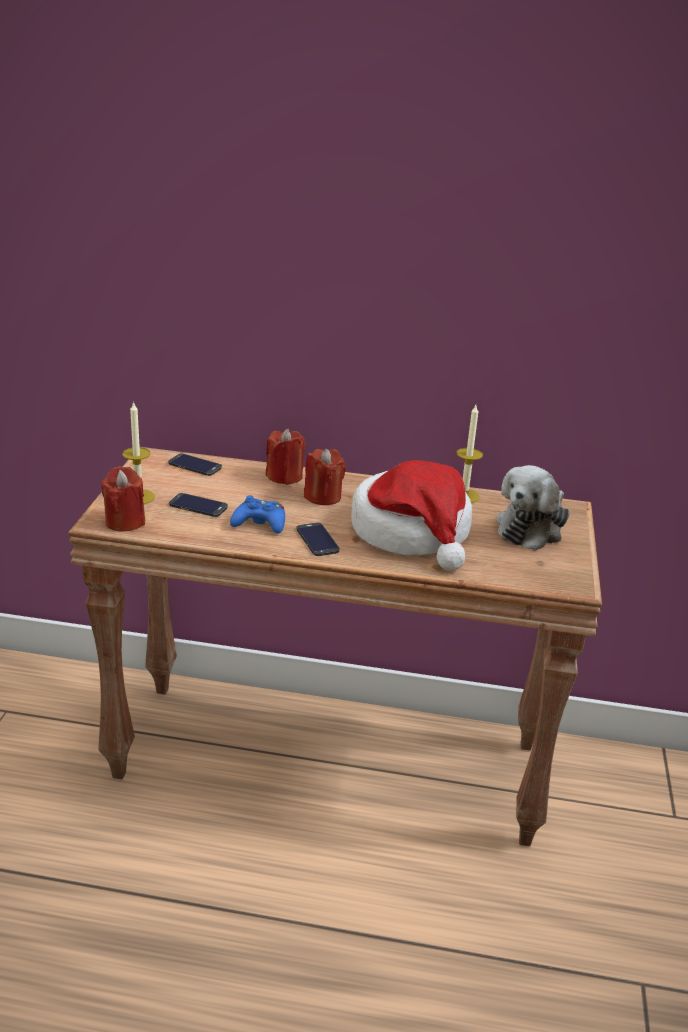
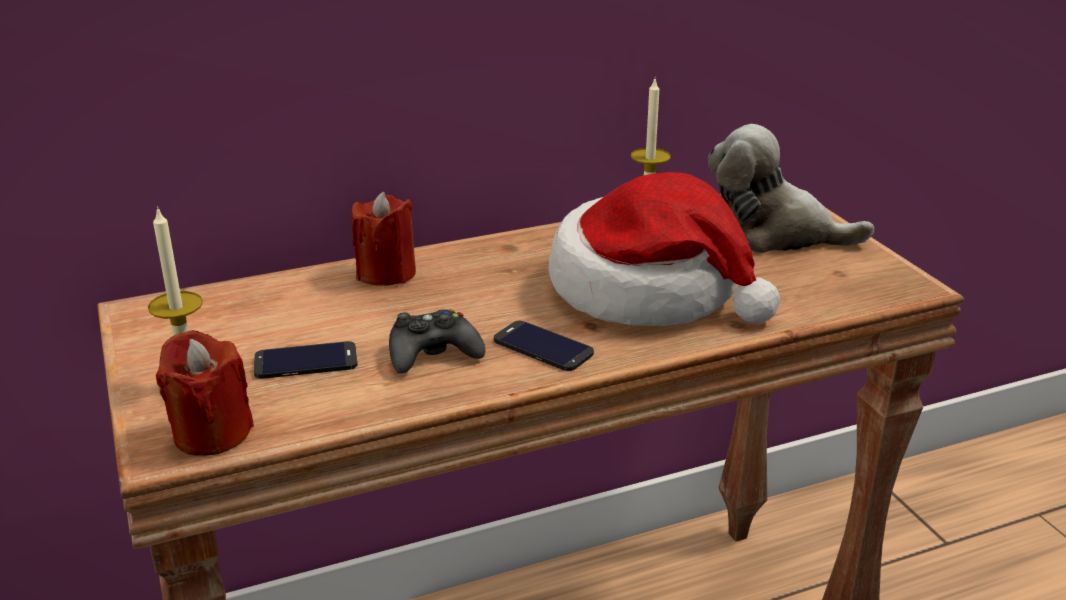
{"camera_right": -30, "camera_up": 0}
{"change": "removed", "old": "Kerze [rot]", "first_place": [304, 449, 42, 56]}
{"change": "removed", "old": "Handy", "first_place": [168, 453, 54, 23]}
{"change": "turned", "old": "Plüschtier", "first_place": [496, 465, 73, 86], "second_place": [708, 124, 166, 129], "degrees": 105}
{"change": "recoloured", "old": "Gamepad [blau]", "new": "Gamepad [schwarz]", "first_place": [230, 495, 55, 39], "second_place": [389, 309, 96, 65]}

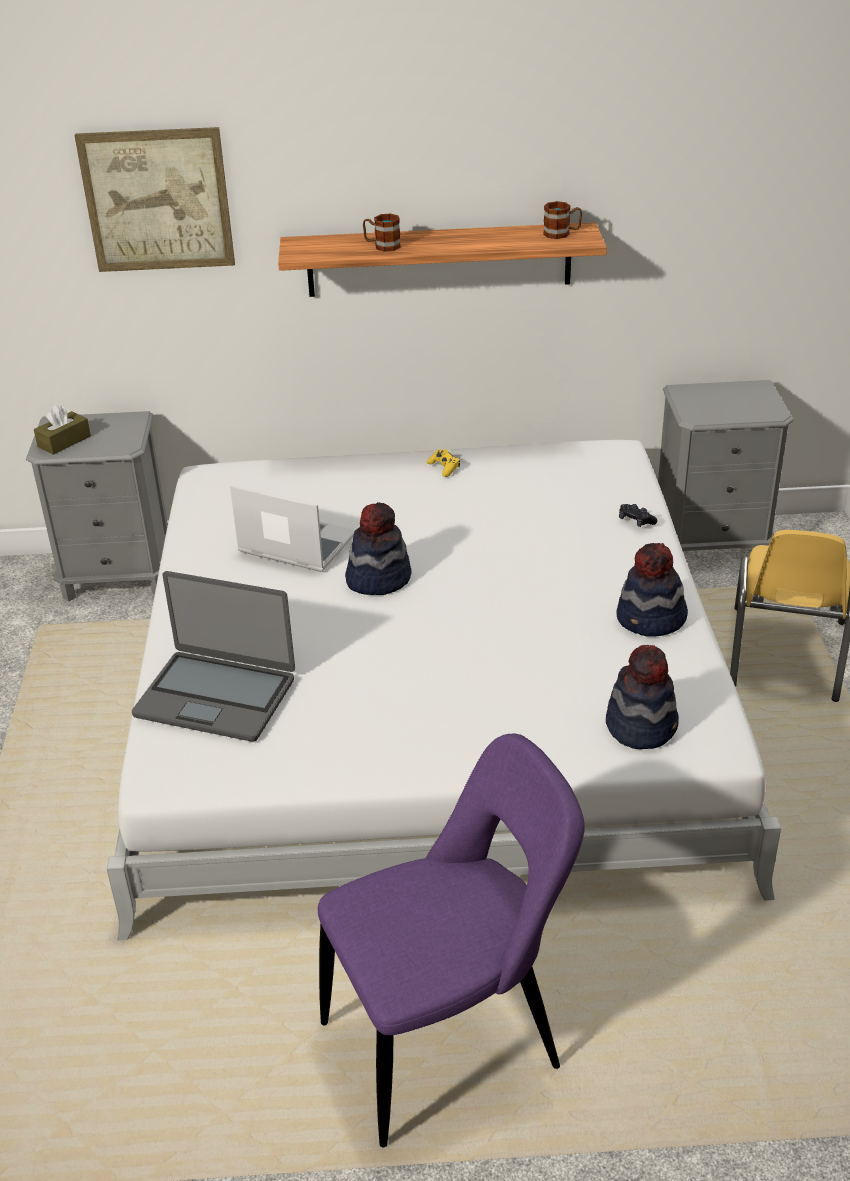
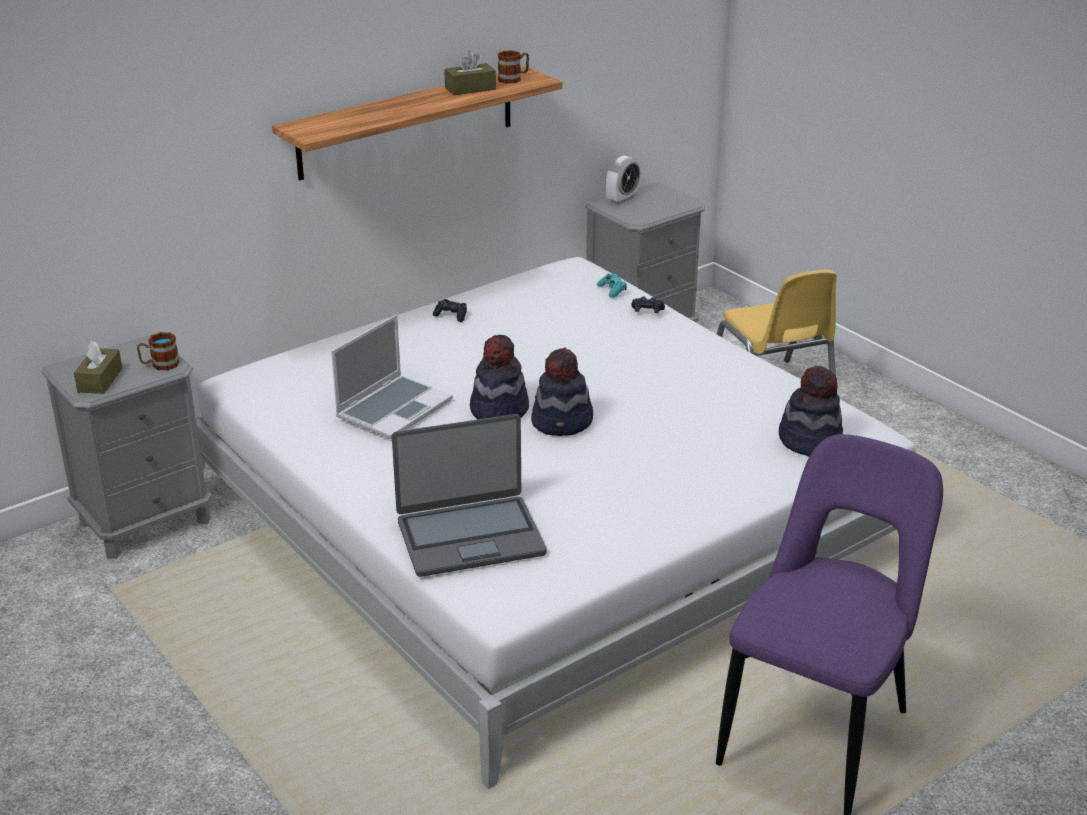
{"camera_right": -35, "camera_up": -5}
{"change": "removed", "old": "Bild", "first_place": [74, 127, 161, 145]}
{"change": "moved", "old": "Henkelbecher", "first_place": [363, 214, 38, 38], "second_place": [137, 332, 42, 38]}
{"change": "recoloured", "old": "Gamepad [gelb]", "new": "Gamepad [schwarz]", "first_place": [427, 449, 33, 28], "second_place": [433, 299, 34, 23]}
{"change": "turned", "old": "Laptop", "first_place": [230, 484, 125, 88], "second_place": [331, 315, 122, 124], "degrees": 135}
{"change": "moved", "old": "Hut", "first_place": [616, 543, 72, 94], "second_place": [531, 347, 62, 89]}
{"change": "added", "new": "Taschentuchbox [braun]", "second_place": [444, 51, 52, 44]}
{"change": "added", "new": "Wecker", "second_place": [605, 156, 35, 48]}
{"change": "added", "new": "Gamepad [türkis]", "second_place": [597, 274, 30, 24]}

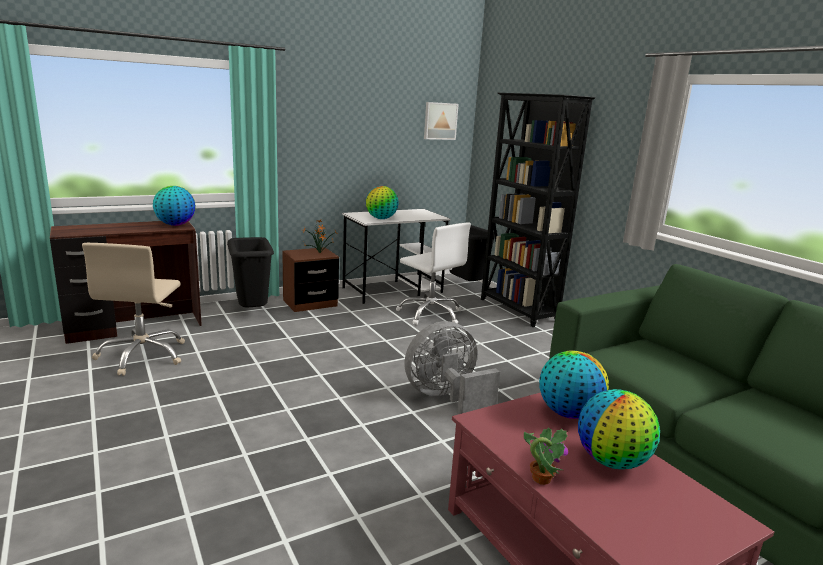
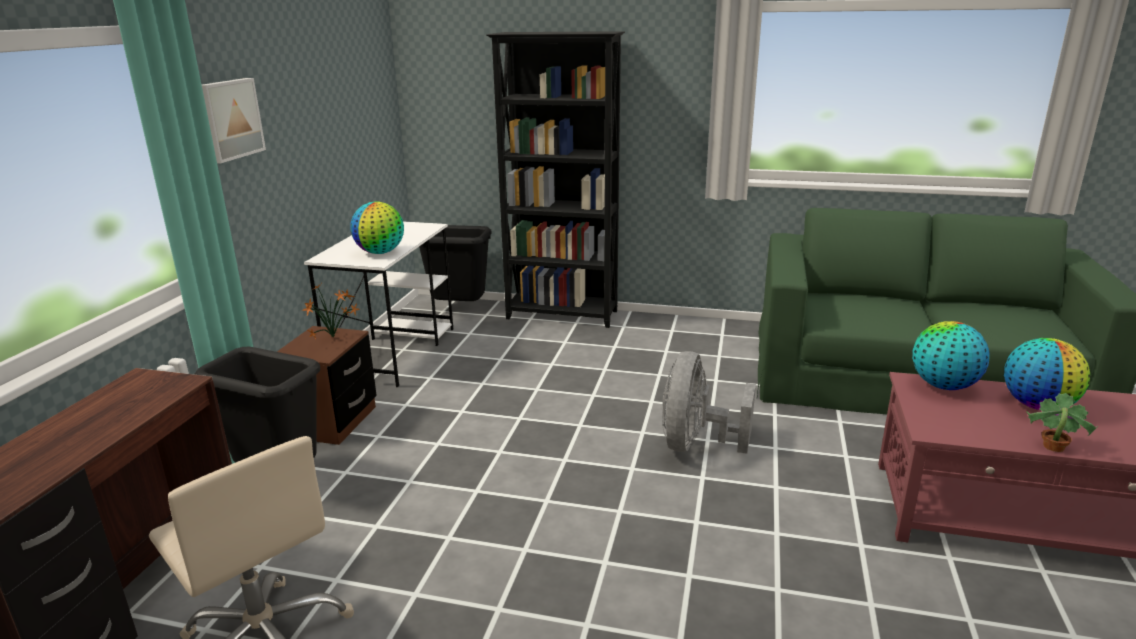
{"camera_right": -45, "camera_up": 5}
{"change": "moved", "old": "Bild", "first_place": [424, 102, 35, 38], "second_place": [202, 78, 64, 85]}
{"change": "removed", "old": "Globus", "first_place": [153, 186, 43, 40]}
{"change": "removed", "old": "Bürostuhl [weiß]", "first_place": [396, 222, 75, 103]}

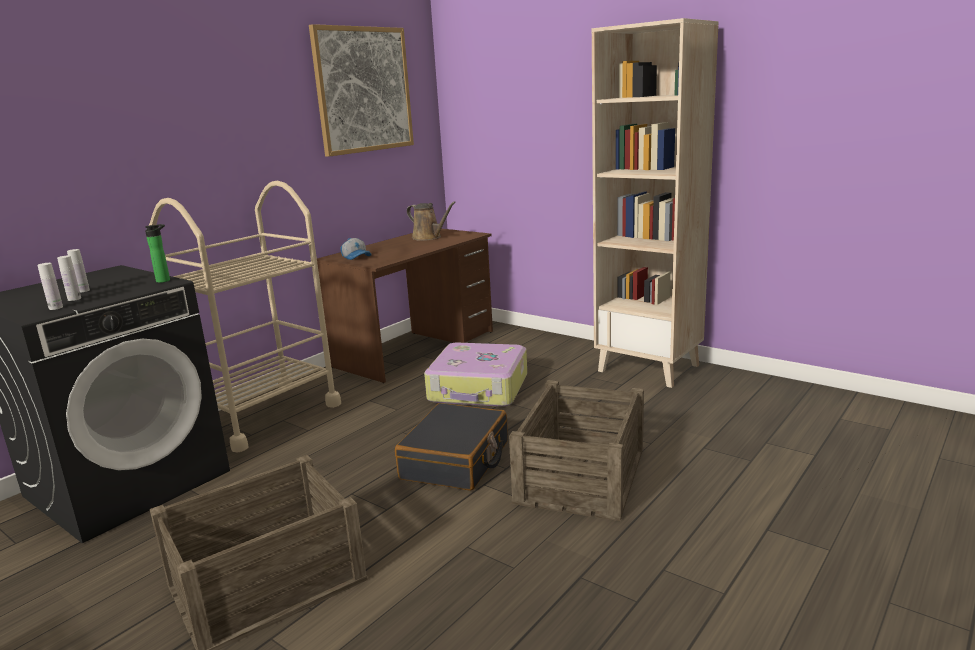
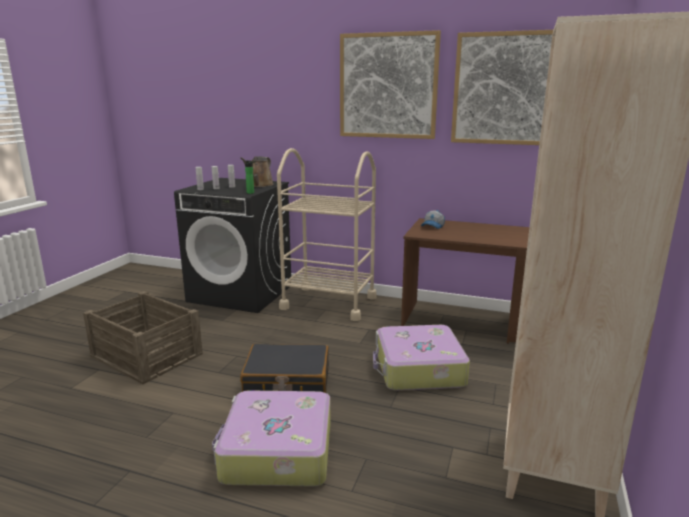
{"camera_right": 70, "camera_up": 0}
{"change": "moved", "old": "Gießkanne [braun]", "first_place": [407, 201, 49, 40], "second_place": [240, 156, 34, 31]}
{"change": "replaced", "old": "Kiste", "new": "Koffer", "first_place": [509, 380, 135, 141], "second_place": [212, 390, 119, 97]}
{"change": "added", "new": "Bild", "second_place": [340, 30, 101, 109]}

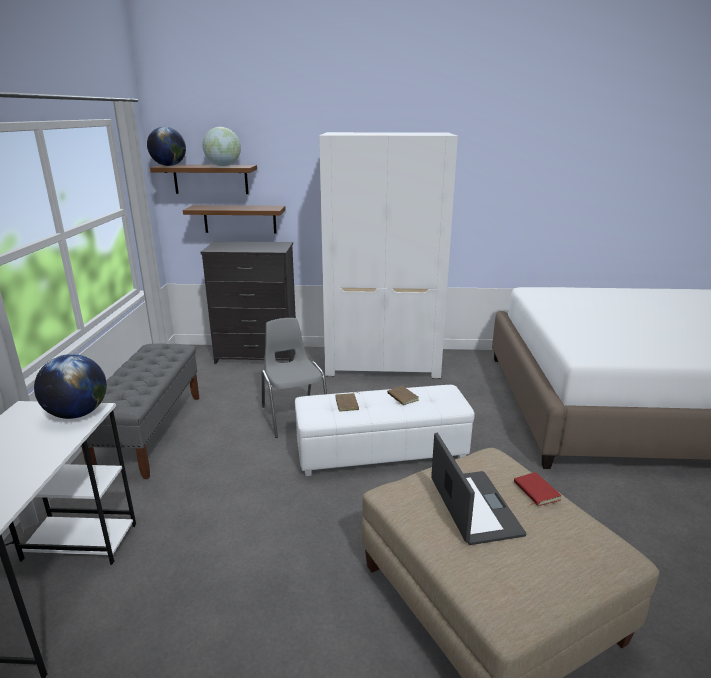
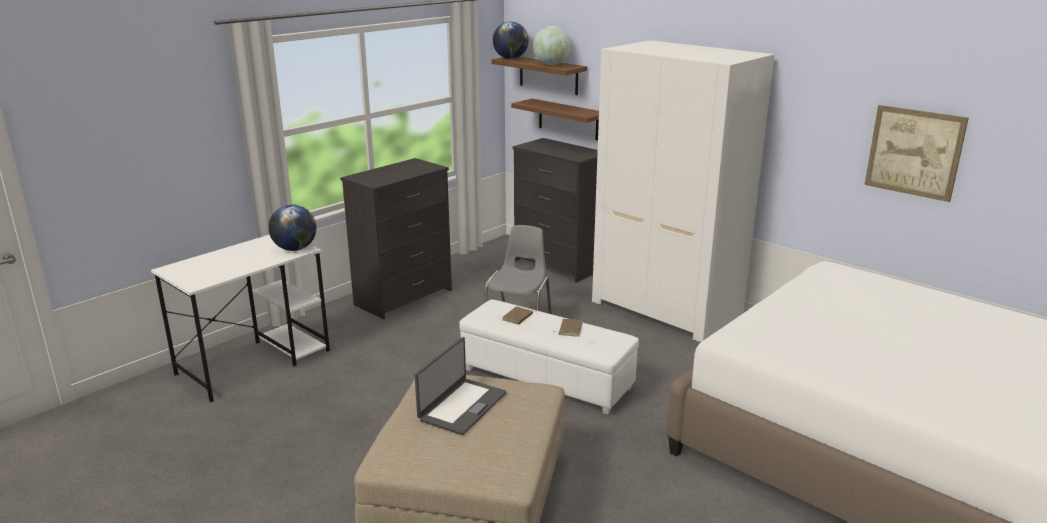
{"camera_right": 40, "camera_up": 0}
{"change": "replaced", "old": "Bank [grau]", "new": "Kommode [schwarz]", "first_place": [80, 343, 119, 136], "second_place": [340, 158, 112, 162]}
{"change": "removed", "old": "Buch [rot]", "first_place": [514, 472, 47, 34]}
{"change": "added", "new": "Bild", "second_place": [864, 105, 105, 97]}

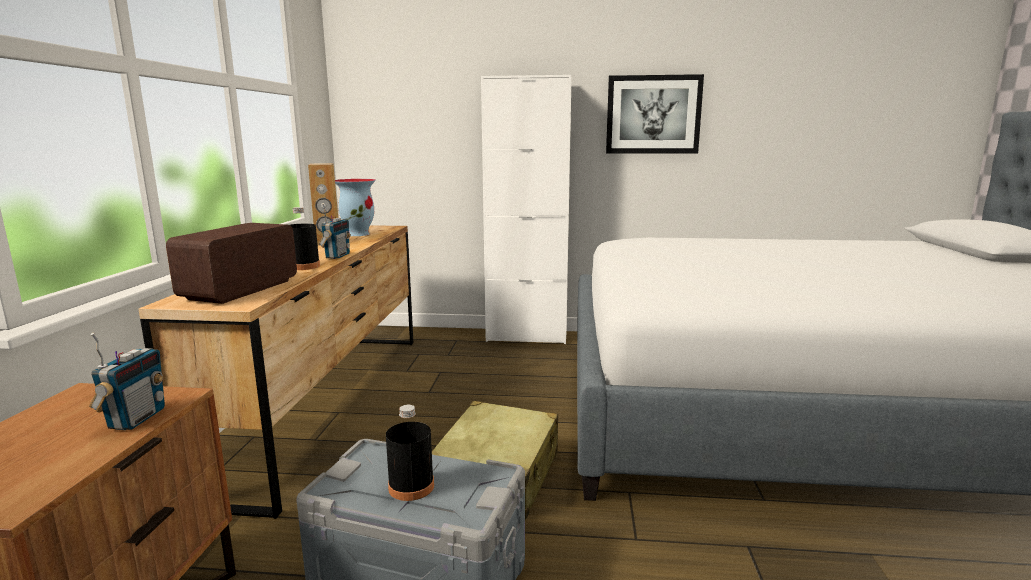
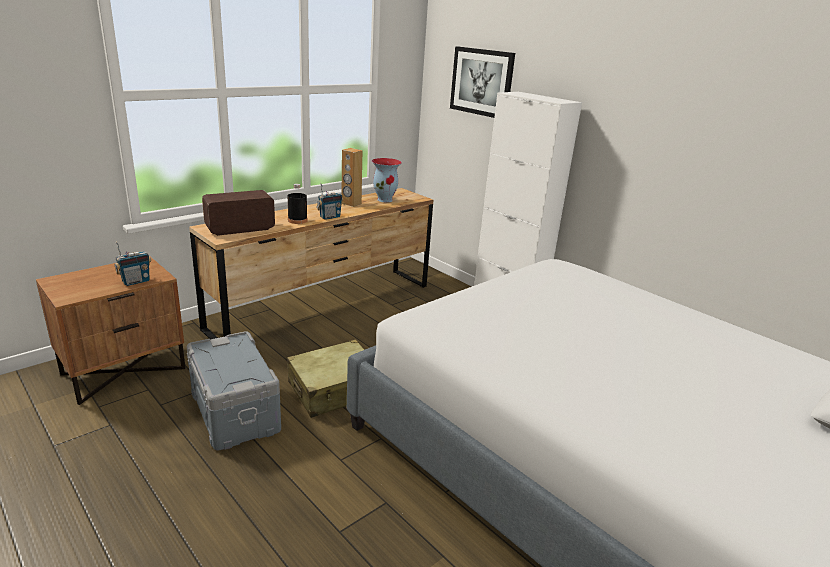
{"camera_right": 40, "camera_up": 10}
{"change": "moved", "old": "Bild", "first_place": [606, 74, 98, 79], "second_place": [450, 46, 65, 72]}
{"change": "removed", "old": "Flasche [schwarz]", "first_place": [386, 405, 48, 96]}

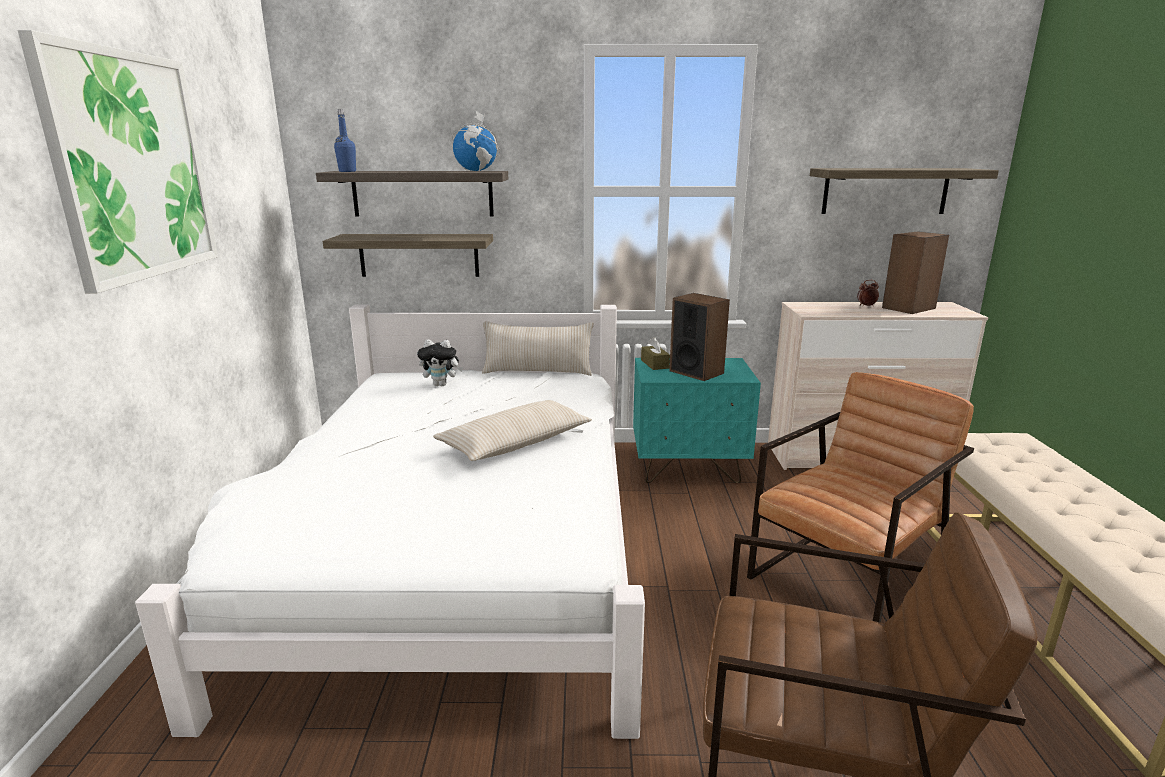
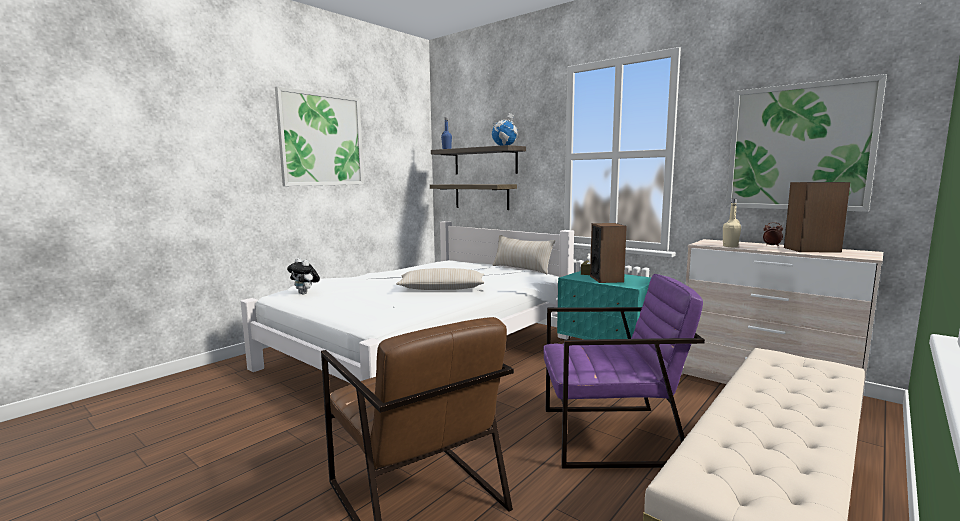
{"camera_right": 40, "camera_up": -10}
{"change": "replaced", "old": "Wandregal", "new": "Bild", "first_place": [810, 168, 189, 46], "second_place": [726, 74, 161, 138]}
{"change": "moved", "old": "Plüschtier", "first_place": [417, 339, 46, 47], "second_place": [287, 258, 33, 37]}
{"change": "recoloured", "old": "Sessel [braun]", "new": "Sessel [lila]", "first_place": [747, 372, 227, 251], "second_place": [543, 274, 162, 195]}
{"change": "added", "new": "Flasche [beige]", "second_place": [723, 199, 18, 48]}

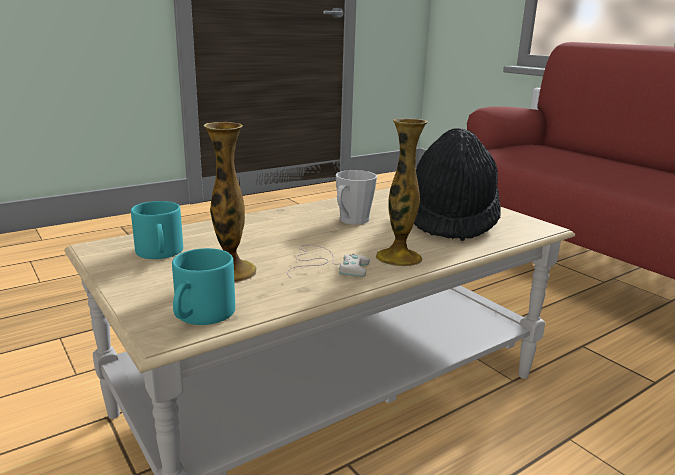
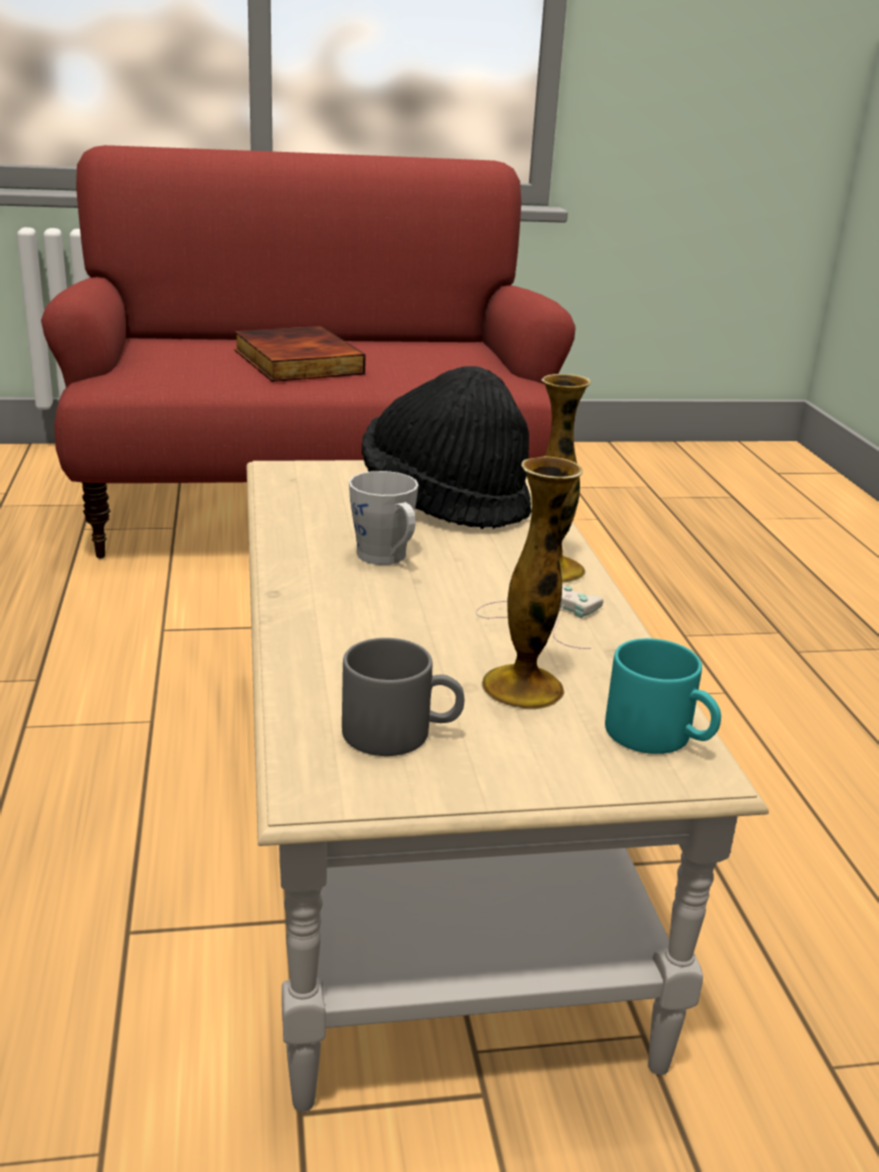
{"camera_right": -65, "camera_up": 5}
{"change": "recoloured", "old": "Henkelbecher [türkis]", "new": "Henkelbecher [grau]", "first_place": [131, 201, 52, 58], "second_place": [342, 638, 122, 118]}
{"change": "added", "new": "Buch", "second_place": [235, 326, 131, 56]}

